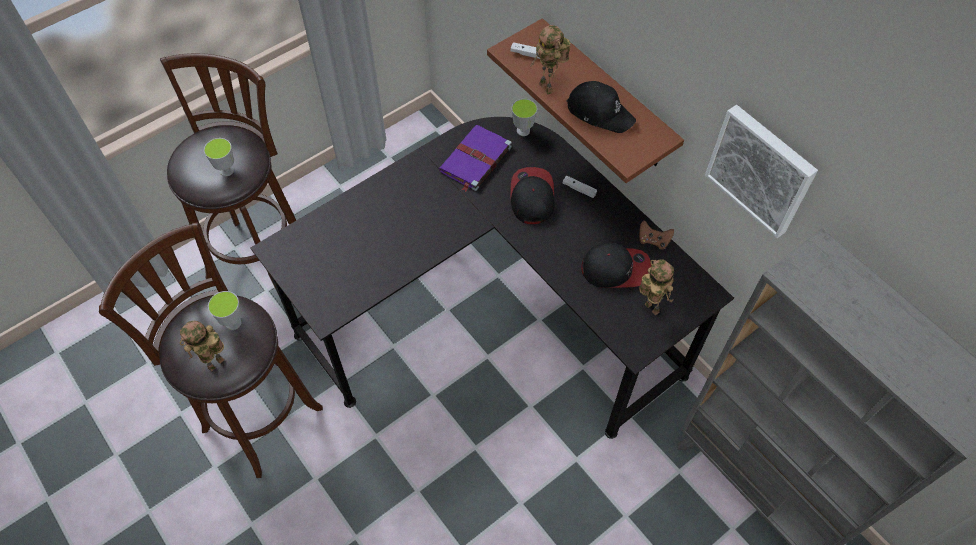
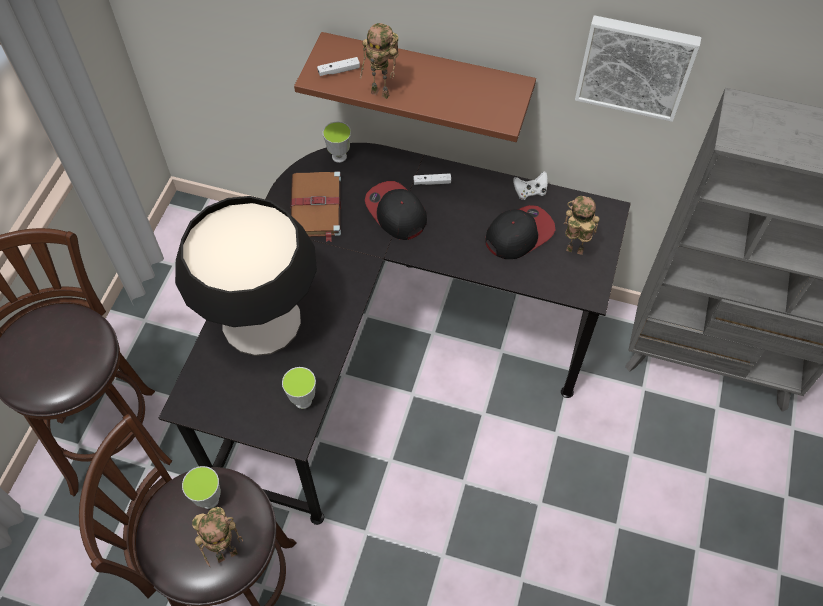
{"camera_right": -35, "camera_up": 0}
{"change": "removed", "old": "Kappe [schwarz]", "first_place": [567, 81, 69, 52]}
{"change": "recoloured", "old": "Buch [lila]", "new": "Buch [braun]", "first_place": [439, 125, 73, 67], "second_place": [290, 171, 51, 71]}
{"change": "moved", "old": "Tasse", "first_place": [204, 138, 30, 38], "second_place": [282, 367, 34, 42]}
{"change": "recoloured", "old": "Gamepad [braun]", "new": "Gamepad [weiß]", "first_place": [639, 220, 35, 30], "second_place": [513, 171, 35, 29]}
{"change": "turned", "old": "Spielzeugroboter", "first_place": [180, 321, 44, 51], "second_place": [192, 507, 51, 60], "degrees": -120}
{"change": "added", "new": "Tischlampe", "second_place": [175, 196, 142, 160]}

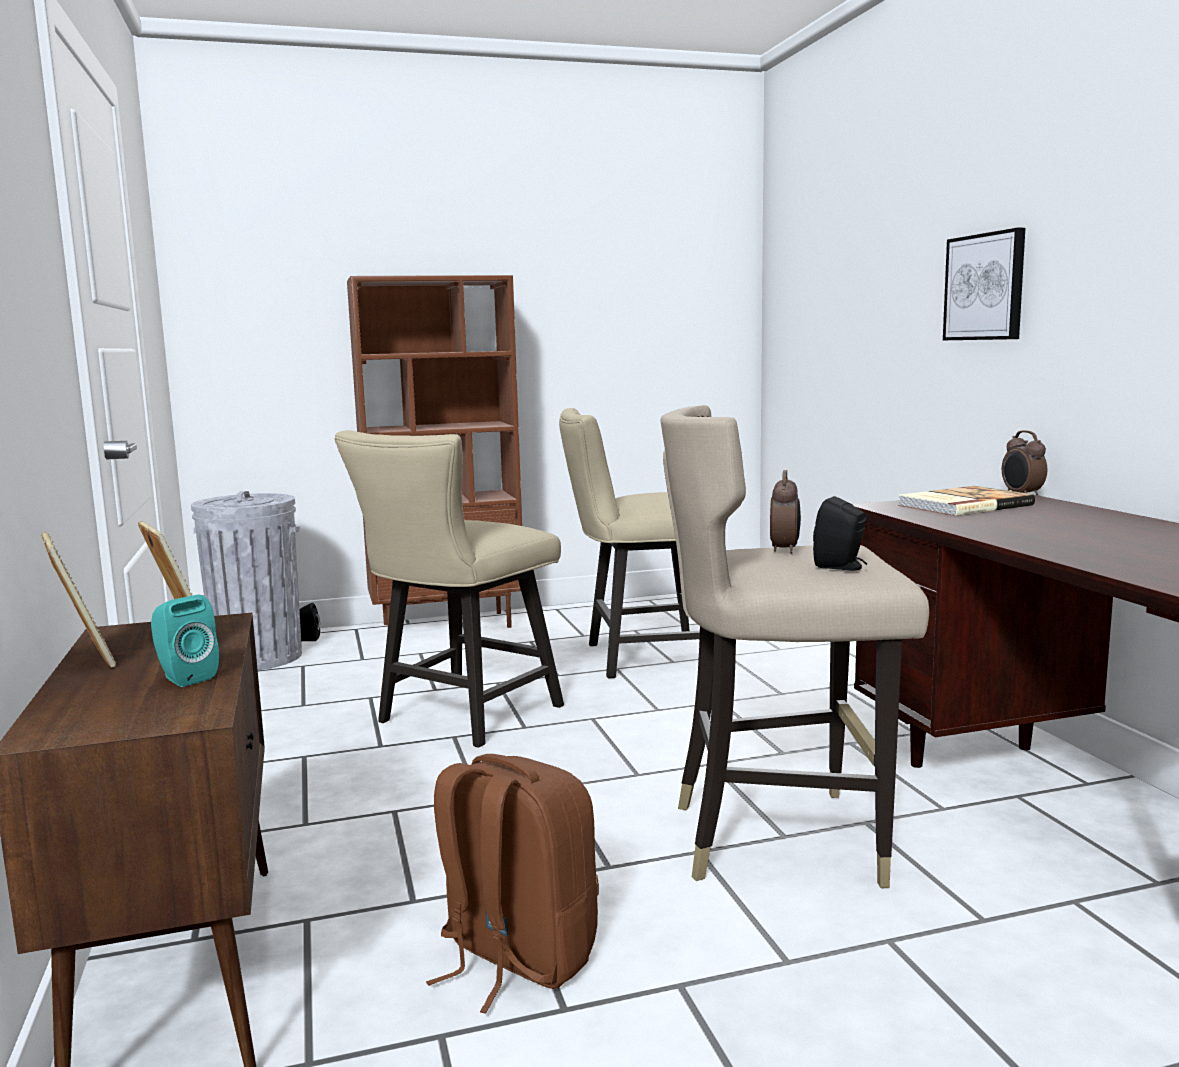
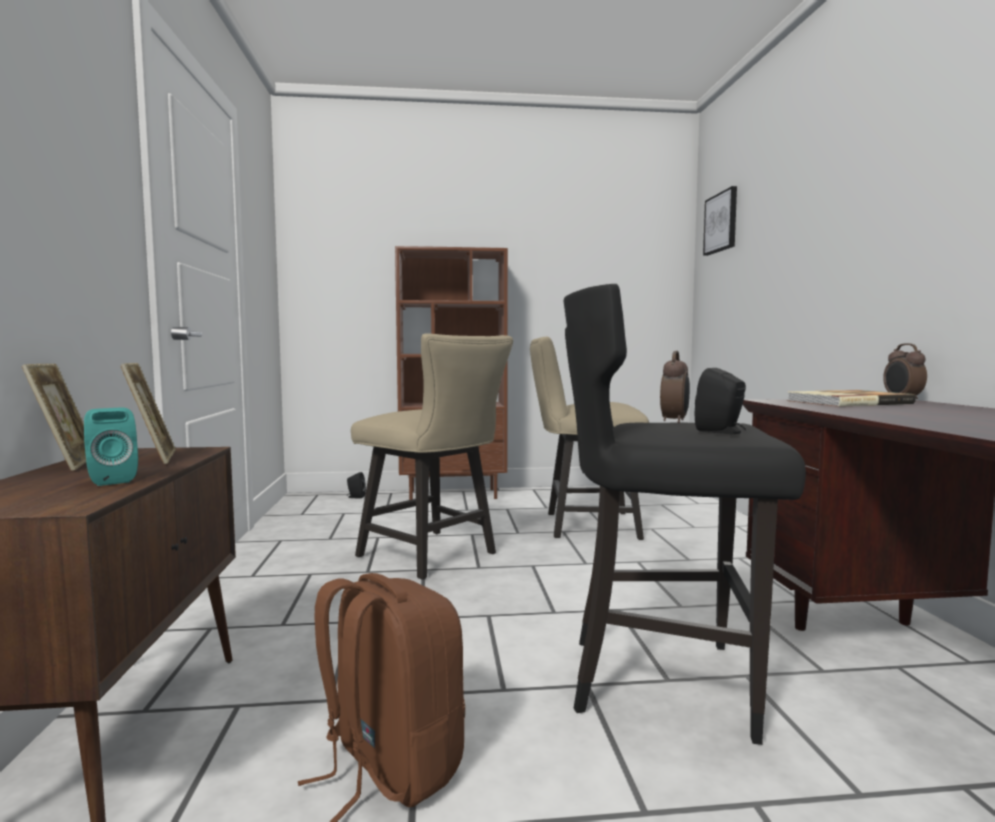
{"camera_right": 10, "camera_up": -5}
{"change": "moved", "old": "Bild", "first_place": [943, 228, 82, 112], "second_place": [703, 186, 34, 70]}
{"change": "recoloured", "old": "Hocker [beige]", "new": "Hocker [schwarz]", "first_place": [660, 405, 269, 483], "second_place": [564, 284, 242, 461]}
{"change": "turned", "old": "Stuhl [beige]", "first_place": [335, 430, 229, 318], "second_place": [351, 333, 162, 247], "degrees": -90}
{"change": "removed", "old": "Mülleimer [grau]", "first_place": [191, 491, 111, 179]}

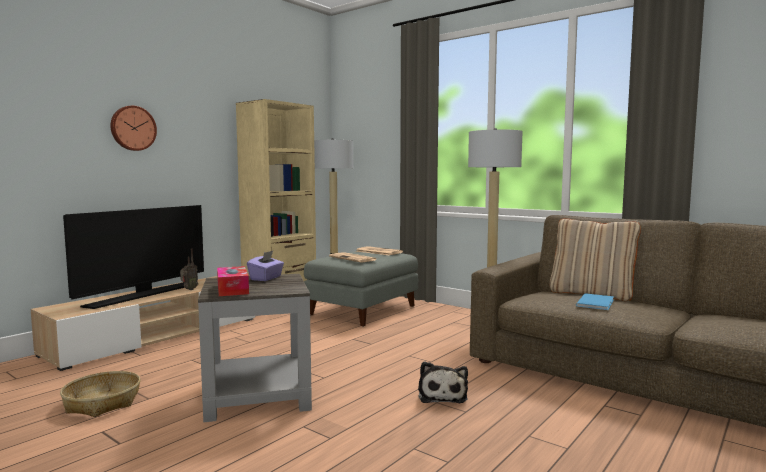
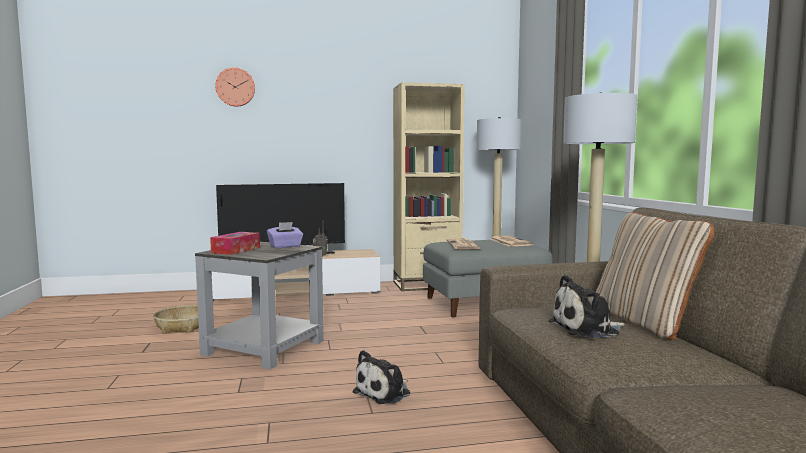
{"camera_right": 40, "camera_up": 0}
{"change": "moved", "old": "Wanduhr", "first_place": [110, 106, 47, 45], "second_place": [215, 67, 40, 40]}
{"change": "replaced", "old": "Buch [blau]", "new": "Plüschtier", "first_place": [576, 293, 38, 17], "second_place": [549, 275, 76, 63]}

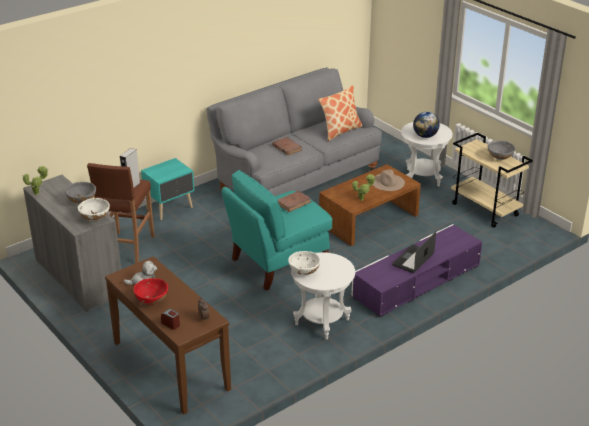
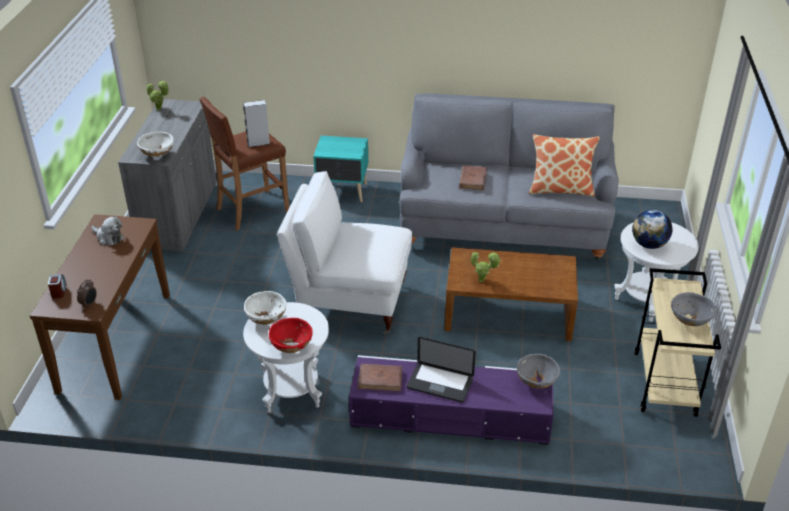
{"camera_right": 45, "camera_up": 5}
{"change": "removed", "old": "Hut [beige]", "first_place": [373, 169, 32, 22]}
{"change": "recoloured", "old": "Sessel [türkis]", "new": "Sessel [weiß]", "first_place": [222, 170, 110, 121], "second_place": [277, 171, 135, 163]}
{"change": "moved", "old": "Schüssel [grau]", "first_place": [65, 182, 31, 21], "second_place": [517, 354, 43, 35]}
{"change": "moved", "old": "Buch [braun]", "first_place": [277, 191, 34, 21], "second_place": [358, 364, 44, 28]}
{"change": "turned", "old": "Laptop", "first_place": [392, 232, 44, 41], "second_place": [406, 337, 70, 66], "degrees": -150}
{"change": "moved", "old": "Schüssel [rot]", "first_place": [133, 278, 35, 26], "second_place": [269, 318, 44, 35]}

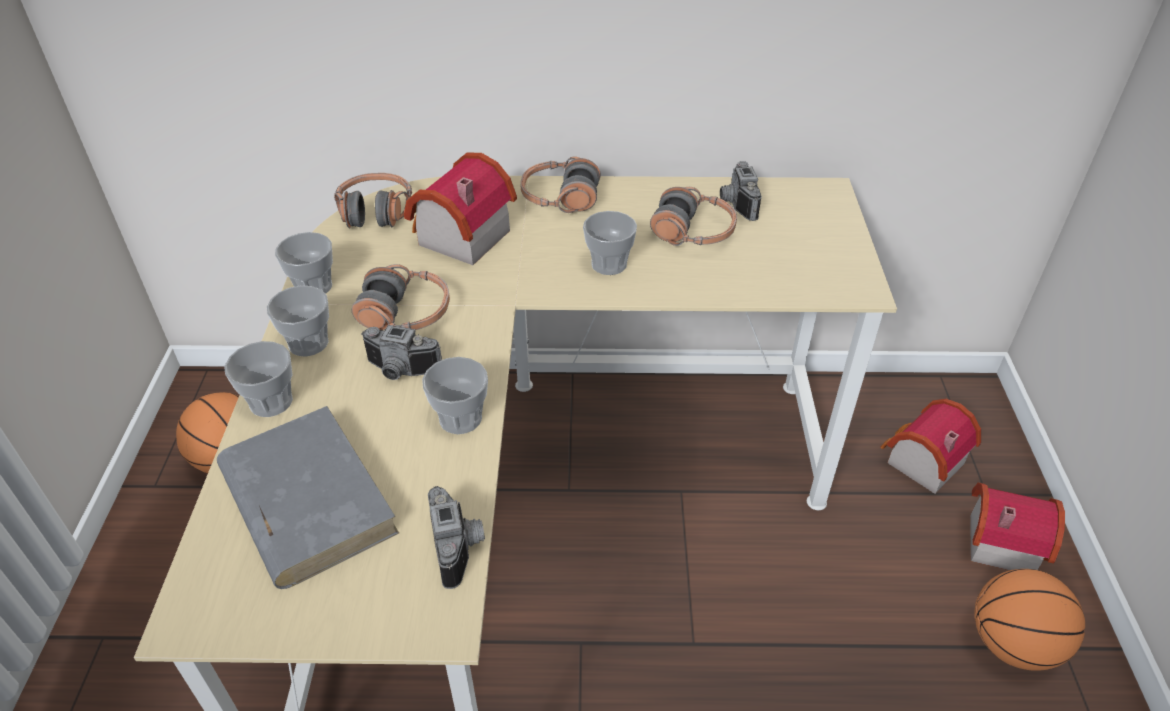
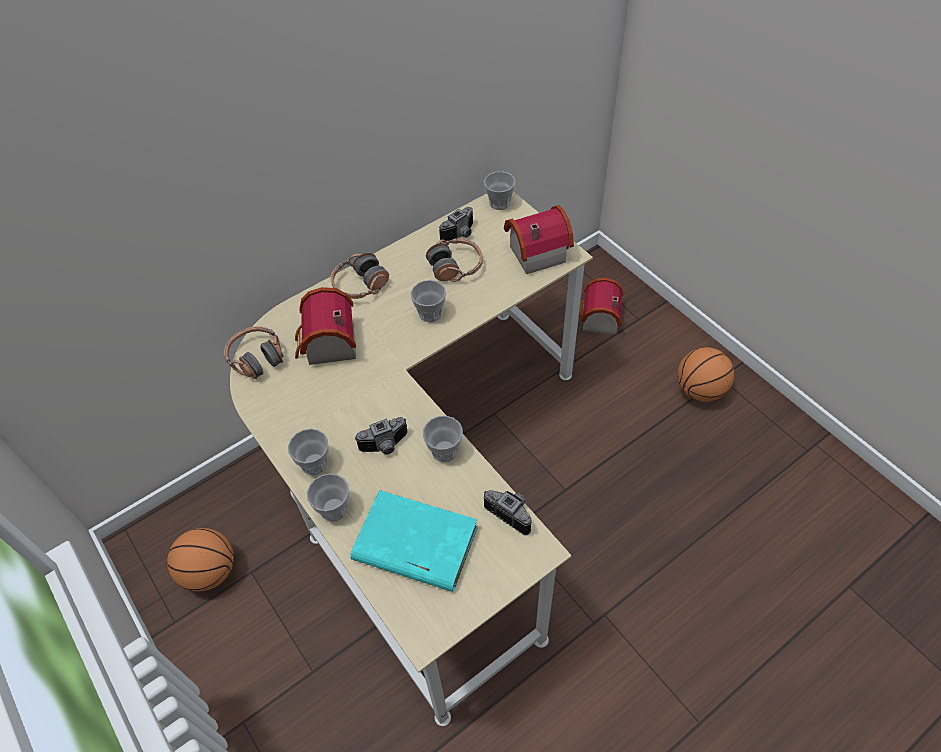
{"camera_right": -35, "camera_up": 10}
{"change": "turned", "old": "Kamera", "first_place": [720, 161, 42, 60], "second_place": [439, 207, 34, 36], "degrees": -90}
{"change": "moved", "old": "Tasse", "first_place": [275, 232, 58, 62], "second_place": [484, 171, 32, 39]}
{"change": "removed", "old": "Kopfhörer", "first_place": [352, 264, 98, 66]}
{"change": "recoloured", "old": "Buch [grau]", "new": "Buch [türkis]", "first_place": [217, 406, 182, 183], "second_place": [350, 490, 128, 102]}
{"change": "moved", "old": "Spielzeughaus", "first_place": [970, 483, 95, 87], "second_place": [504, 205, 70, 69]}

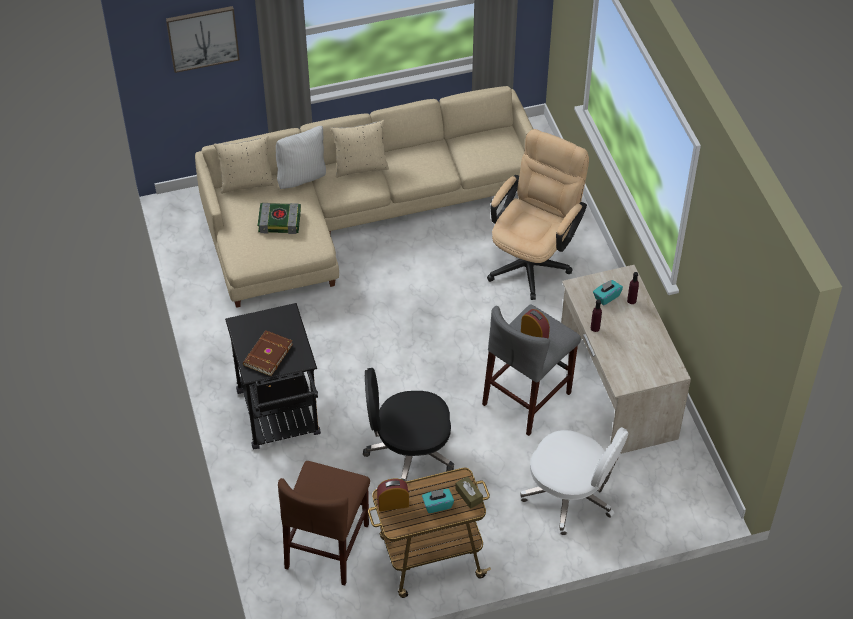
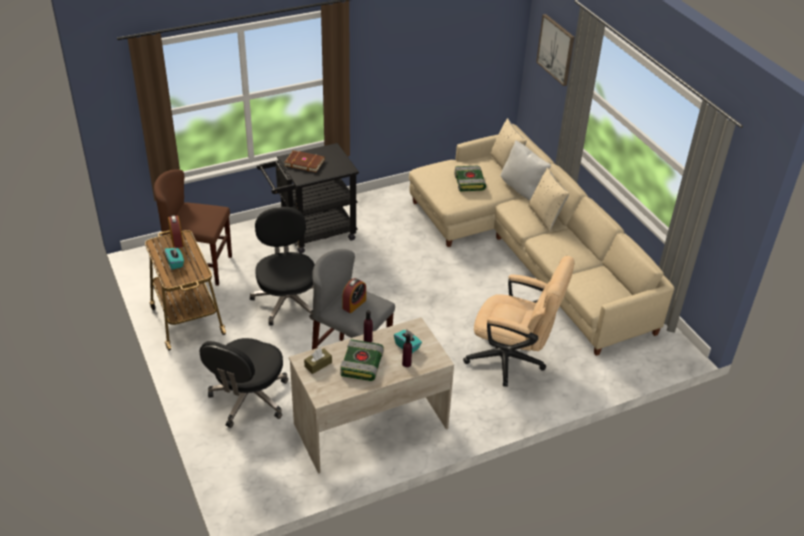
{"camera_right": 80, "camera_up": -10}
{"change": "recoloured", "old": "Bürostuhl [weiß]", "new": "Bürostuhl [schwarz]", "first_place": [520, 427, 108, 108], "second_place": [200, 338, 88, 90]}
{"change": "moved", "old": "Taschentuchbox [braun]", "first_place": [455, 476, 28, 33], "second_place": [304, 348, 28, 26]}
{"change": "added", "new": "Buch", "second_place": [340, 339, 44, 42]}

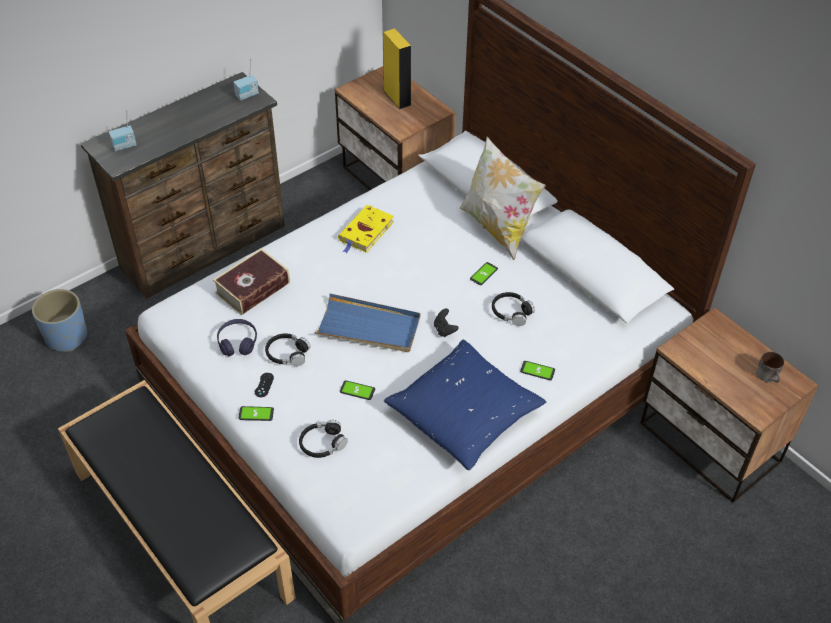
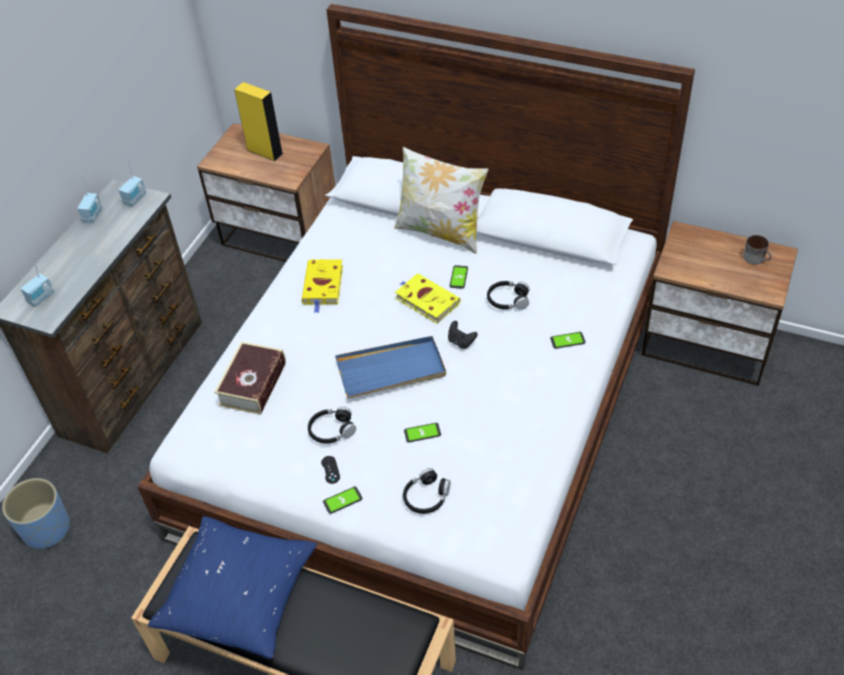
{"camera_right": -25, "camera_up": 0}
{"change": "removed", "old": "Kopfhörer [lila]", "first_place": [217, 319, 40, 37]}
{"change": "moved", "old": "Kissen [blau]", "first_place": [384, 340, 162, 130], "second_place": [148, 516, 169, 143]}
{"change": "added", "new": "Radio", "second_place": [77, 175, 25, 48]}
{"change": "added", "new": "Buch [gelb]", "second_place": [395, 273, 66, 51]}

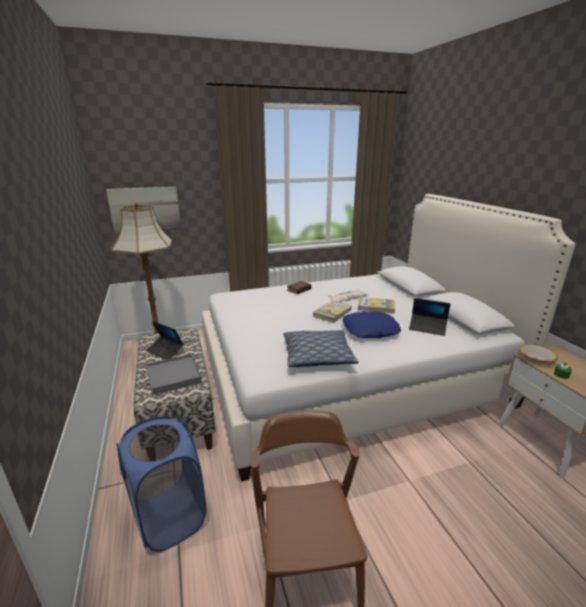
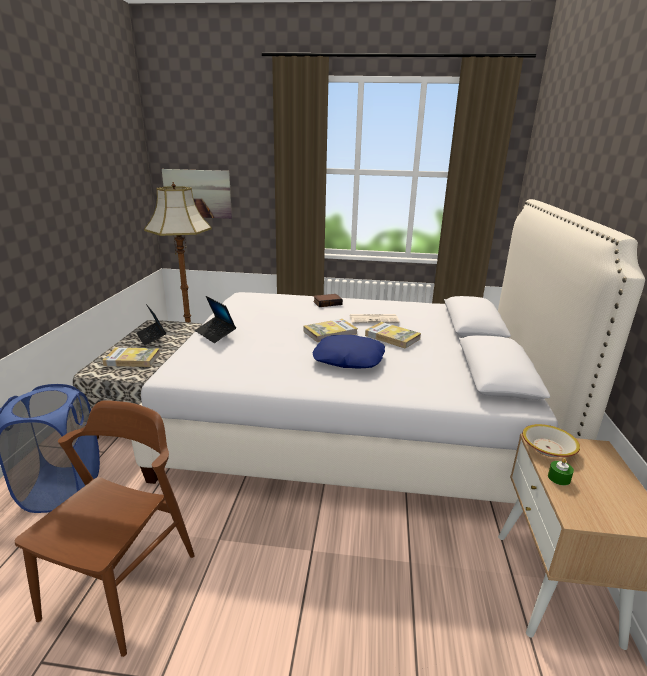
{"camera_right": 25, "camera_up": 0}
{"change": "moved", "old": "Laptop", "first_place": [409, 298, 41, 38], "second_place": [195, 296, 41, 47]}
{"change": "removed", "old": "Kissen", "first_place": [283, 330, 76, 37]}
{"change": "replaced", "old": "Tablett [grau]", "new": "Buch", "first_place": [146, 354, 56, 41], "second_place": [102, 347, 58, 20]}

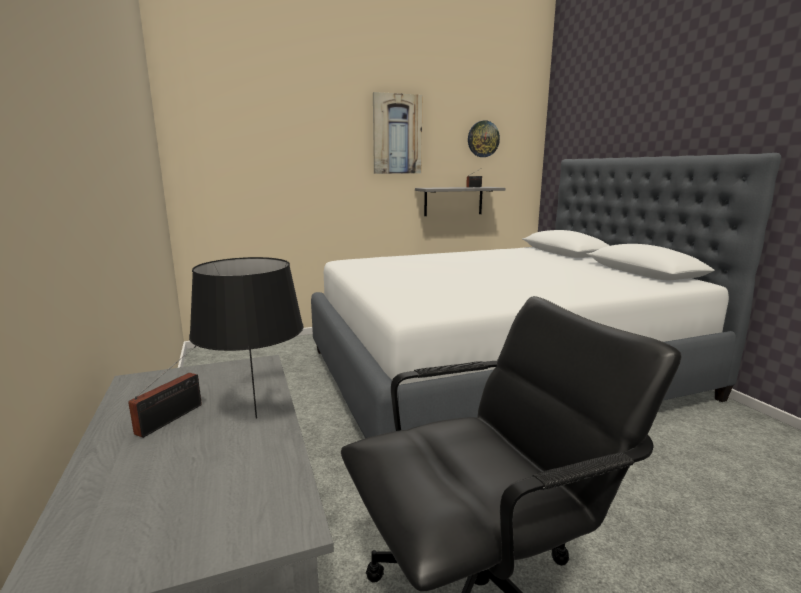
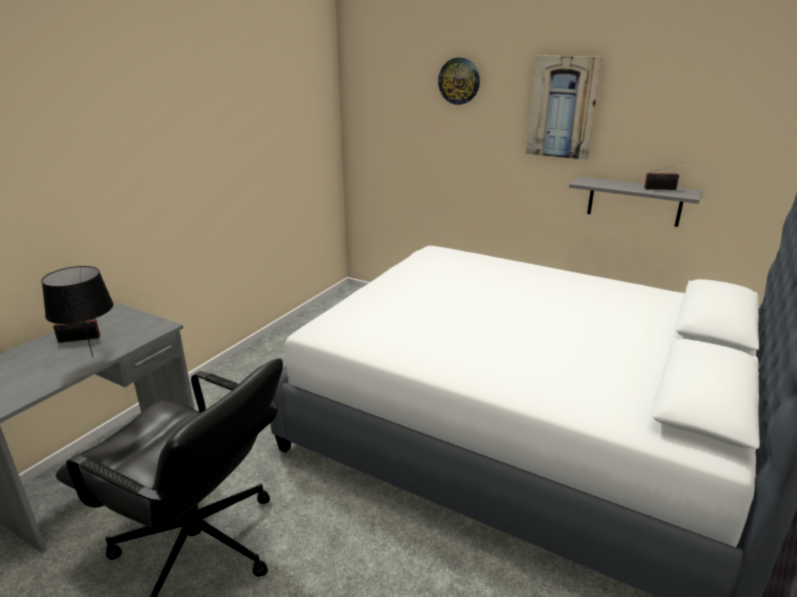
{"camera_right": 50, "camera_up": 10}
{"change": "moved", "old": "Wanduhr", "first_place": [468, 120, 32, 37], "second_place": [438, 58, 42, 47]}

